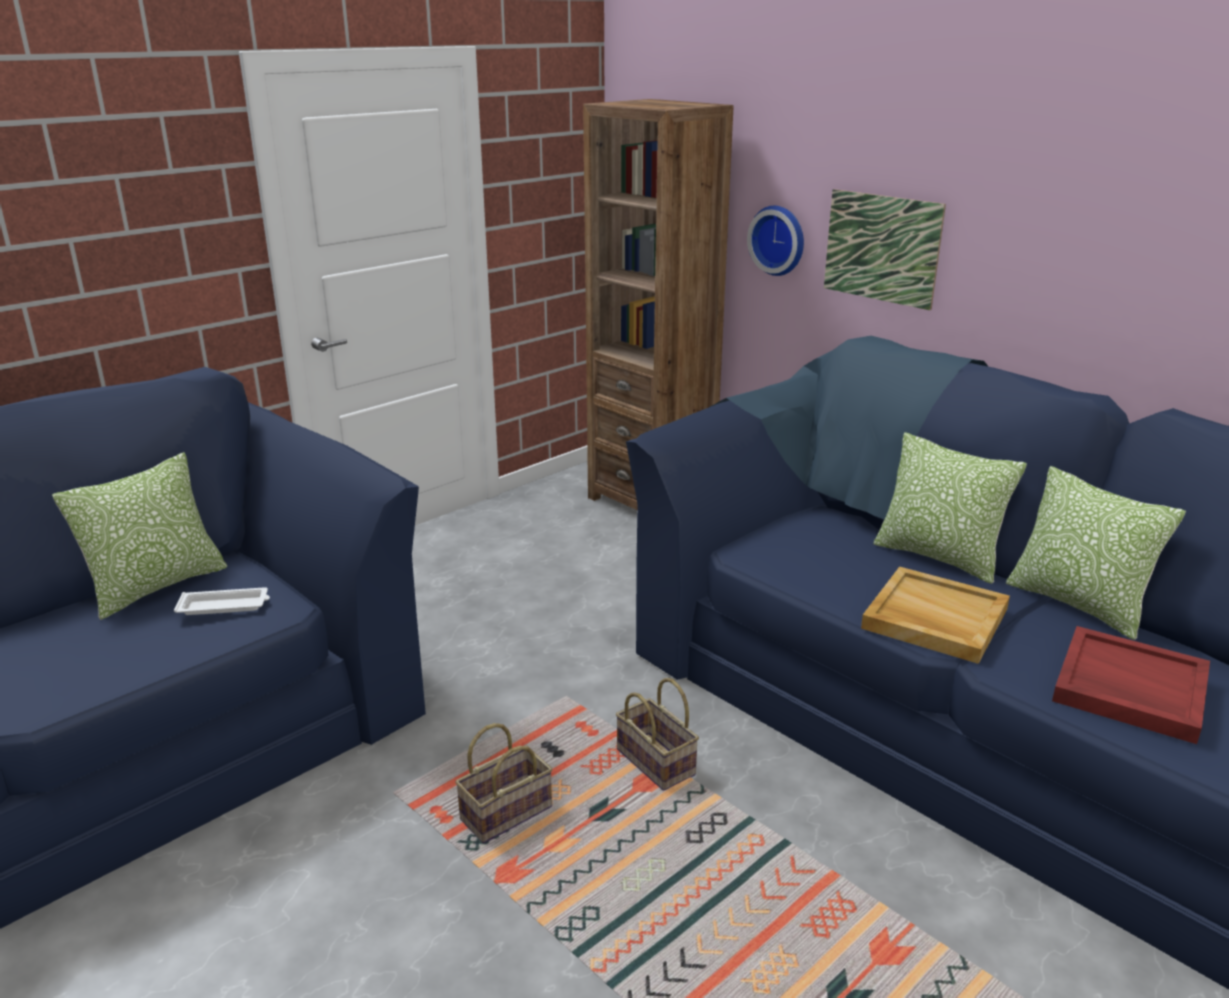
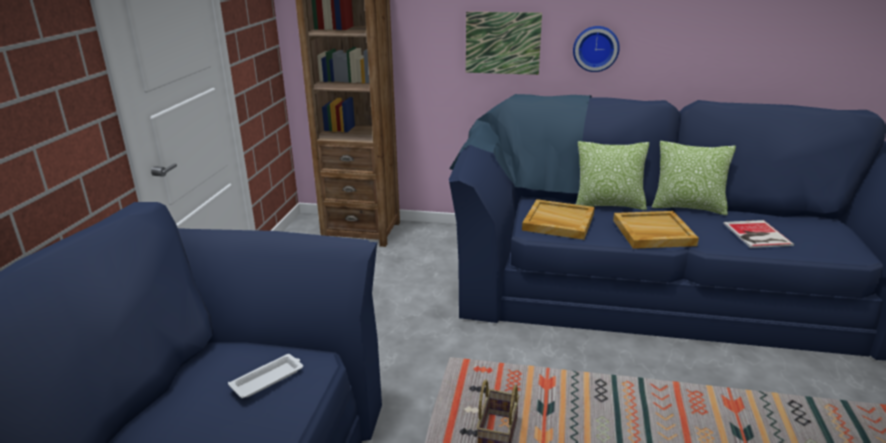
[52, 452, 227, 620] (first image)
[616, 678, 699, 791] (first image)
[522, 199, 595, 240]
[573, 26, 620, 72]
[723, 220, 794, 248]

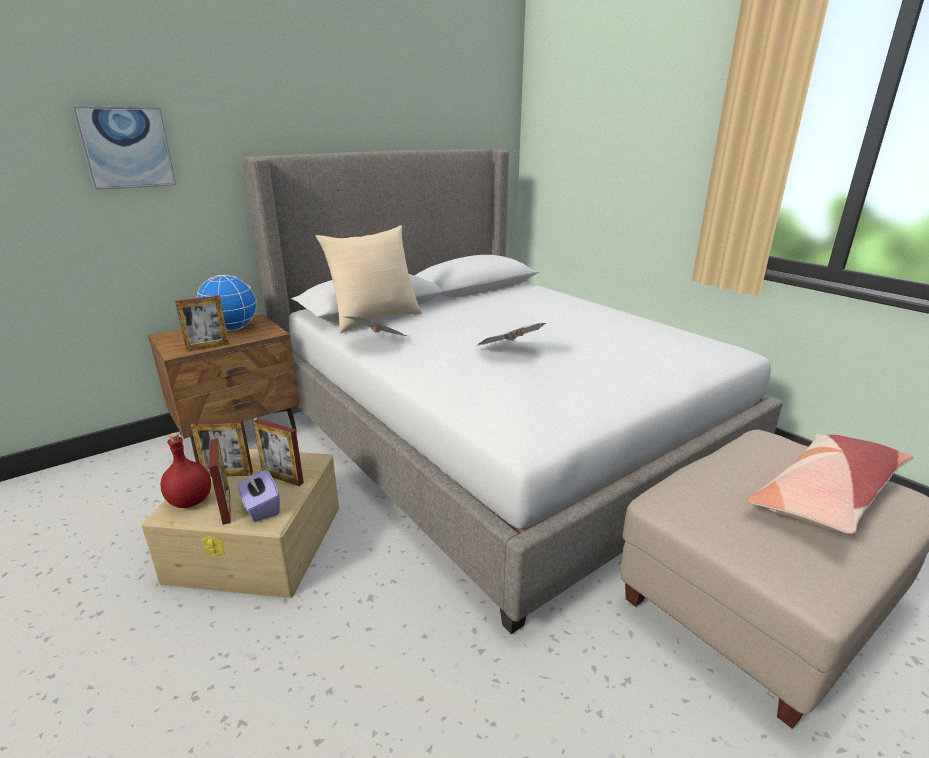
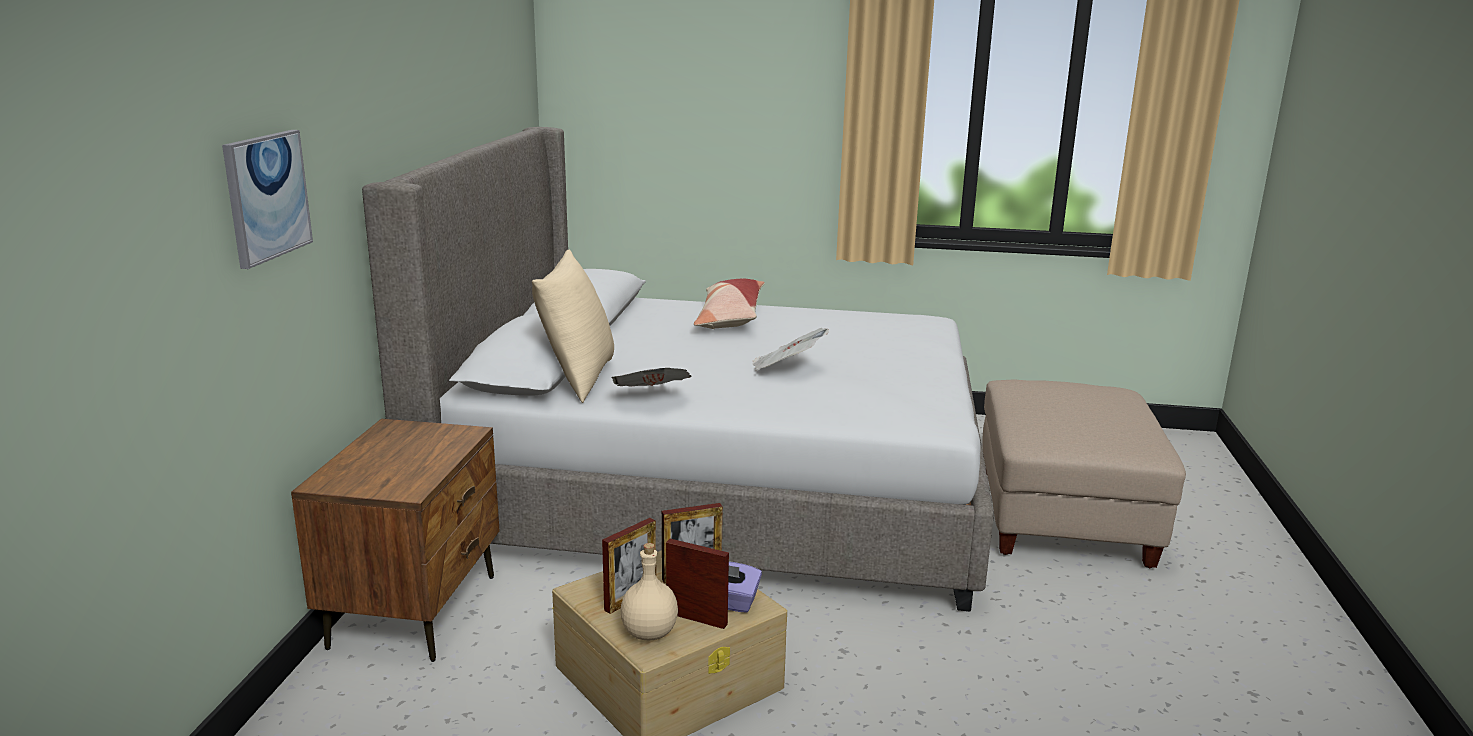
[175, 295, 229, 351] (first image)
[197, 274, 257, 331] (first image)
[694, 279, 765, 329]
[621, 543, 678, 640]

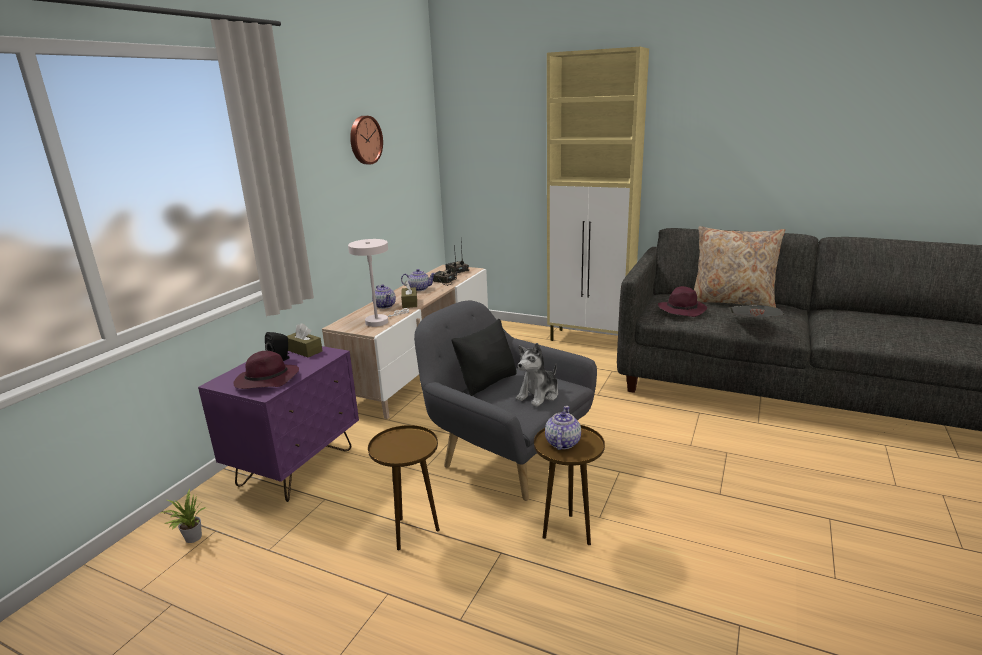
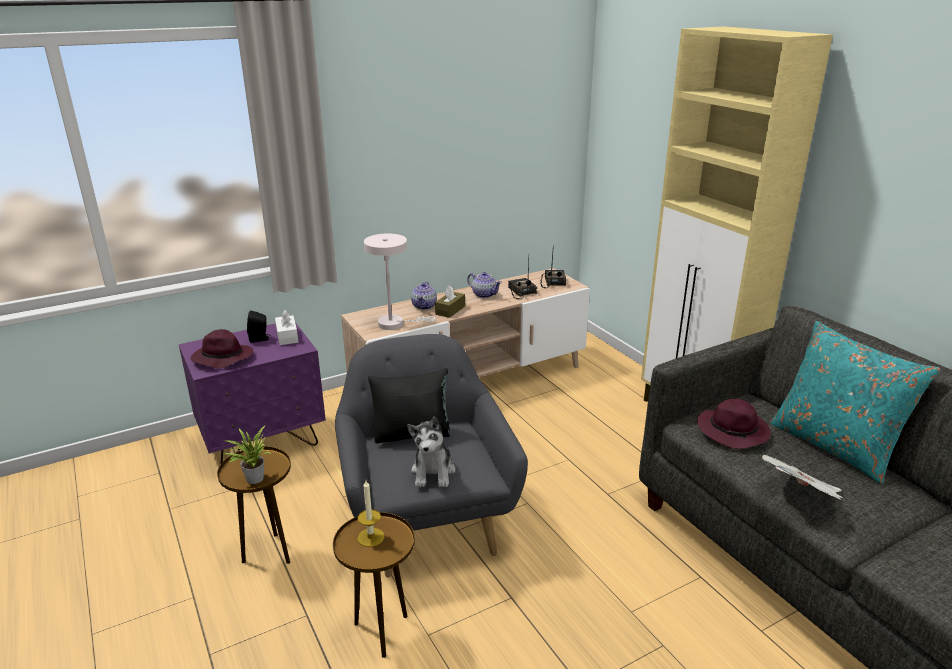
[350, 116, 383, 164] (first image)
[223, 426, 271, 484]
[358, 481, 384, 547]
[275, 310, 298, 345]
[770, 321, 941, 485]
[407, 416, 456, 487]

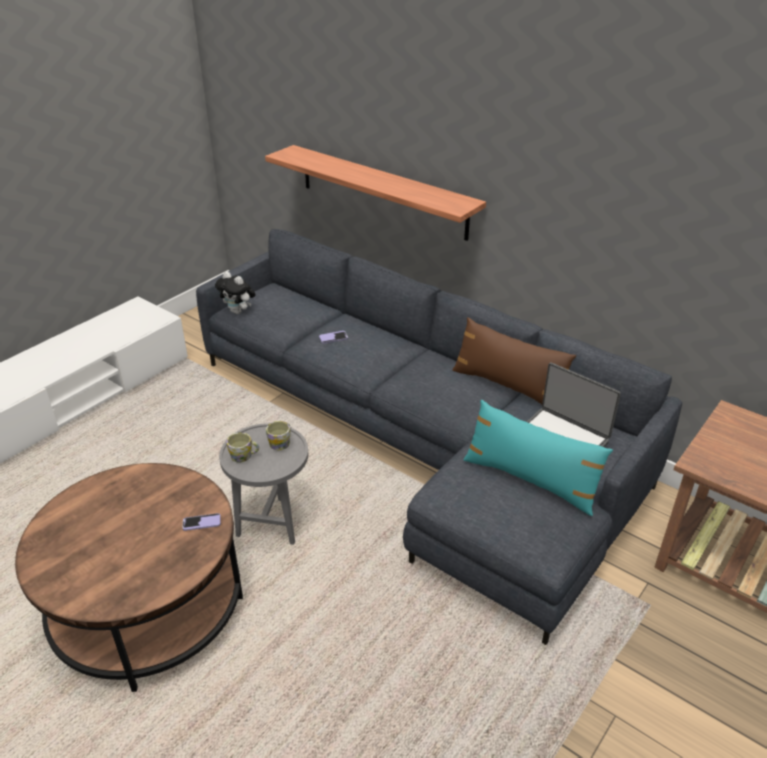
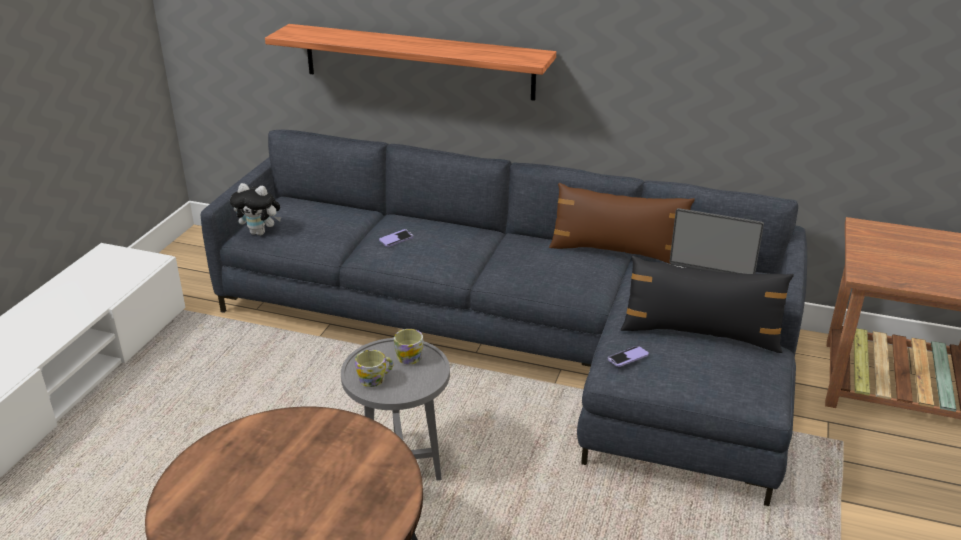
[608, 346, 649, 367]
[621, 256, 794, 353]

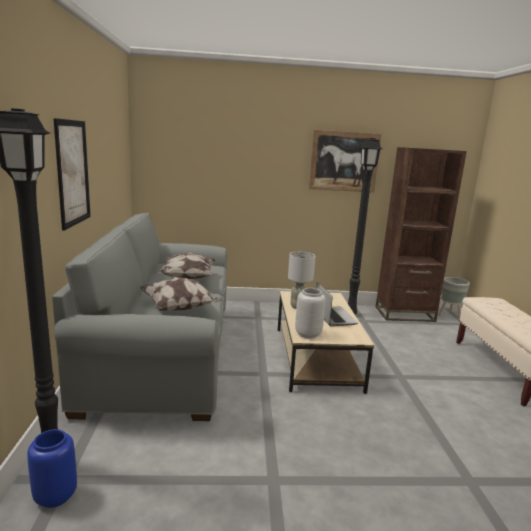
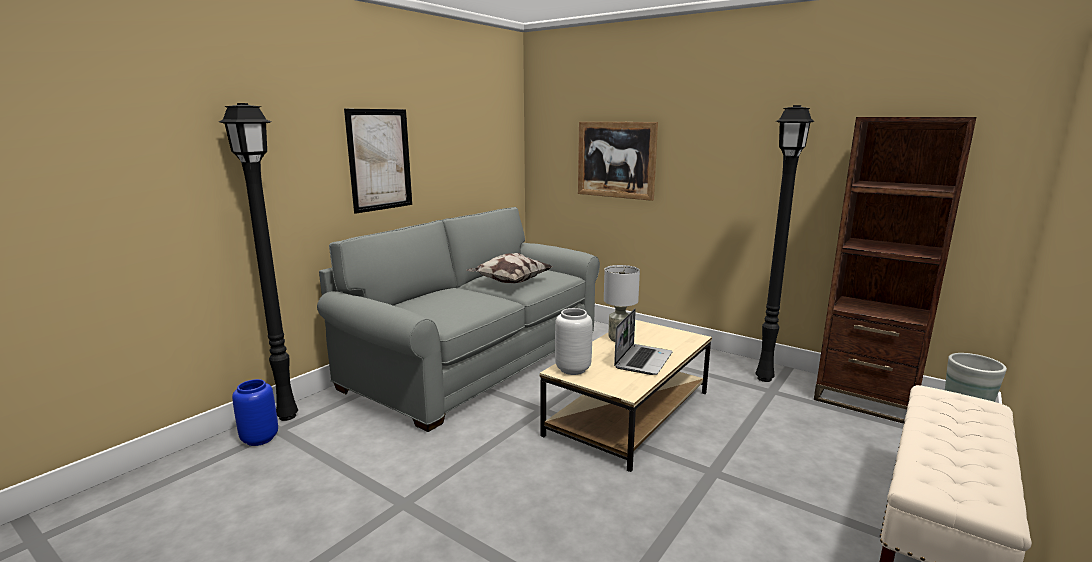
[140, 277, 223, 311] (first image)
[578, 122, 658, 201]

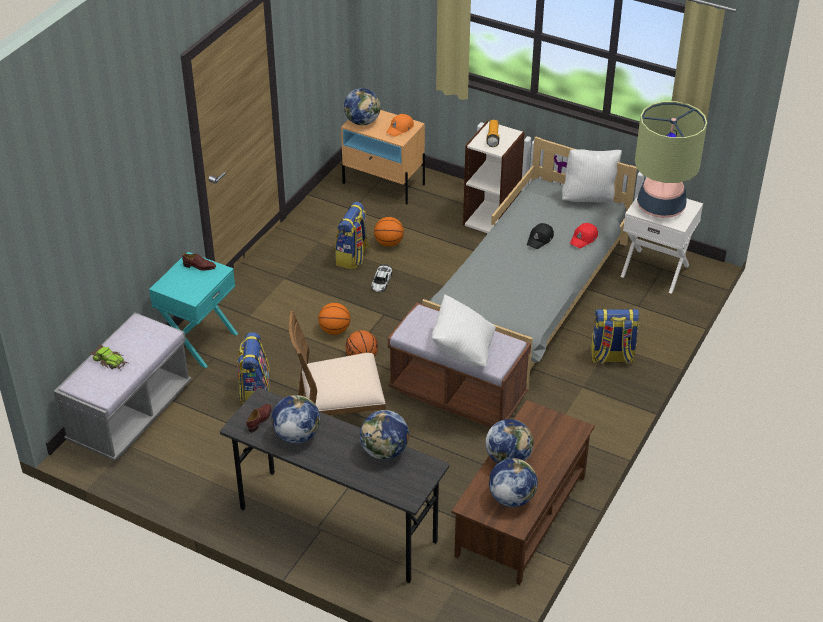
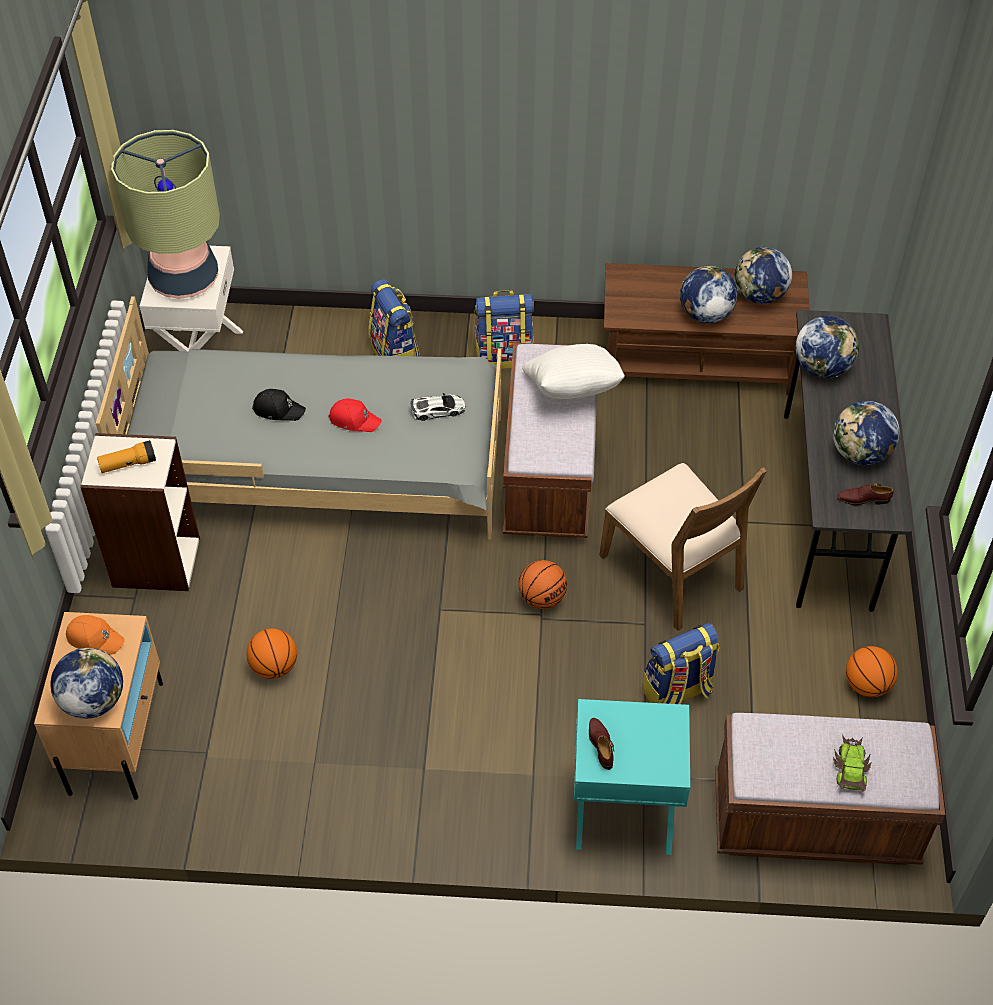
[562, 149, 622, 203] (first image)
[846, 646, 898, 697]
[475, 290, 534, 369]
[411, 393, 465, 421]
[328, 399, 382, 432]
[715, 713, 945, 865]

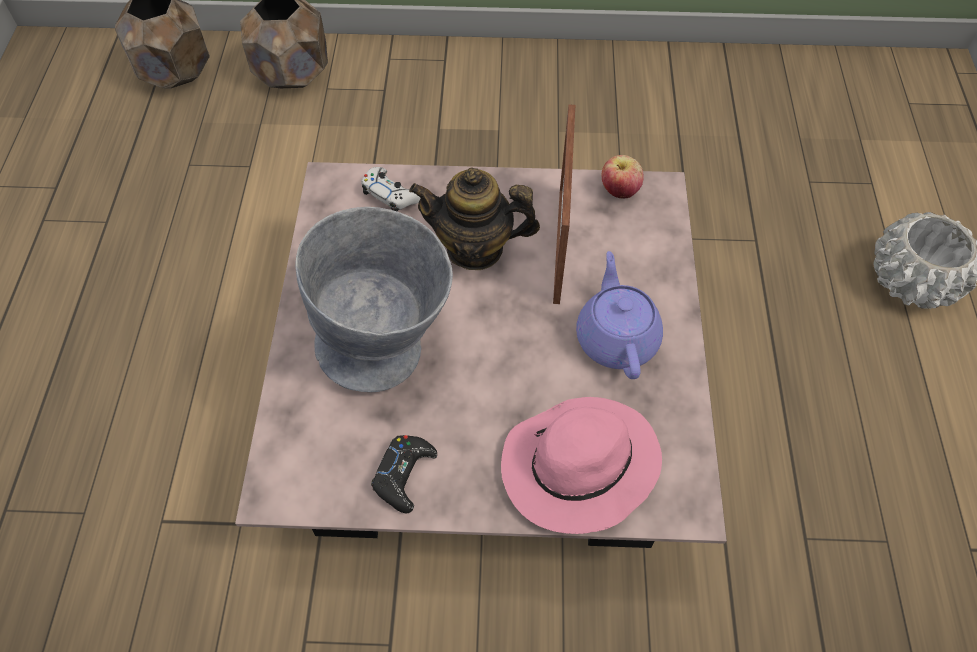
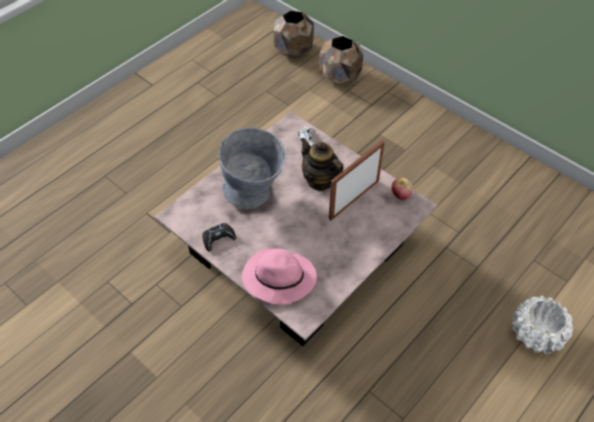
[576, 251, 663, 379] (first image)

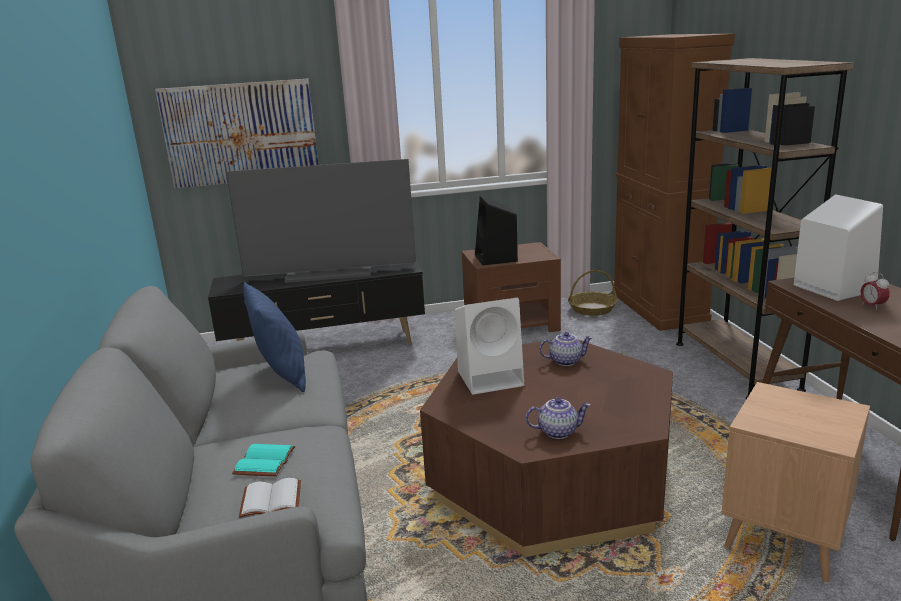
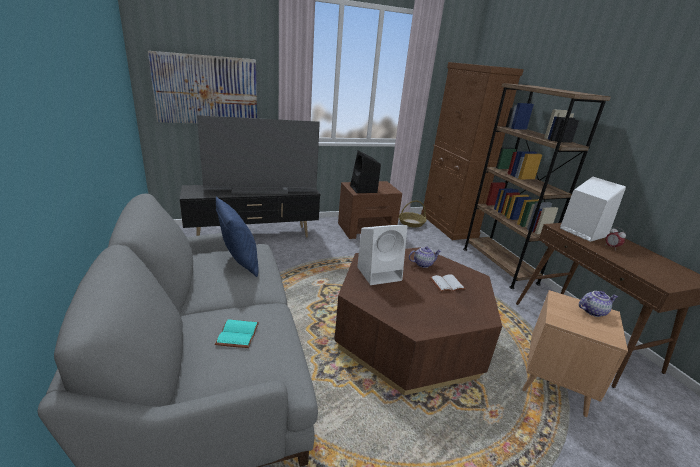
[430, 274, 466, 292]
[579, 291, 618, 317]

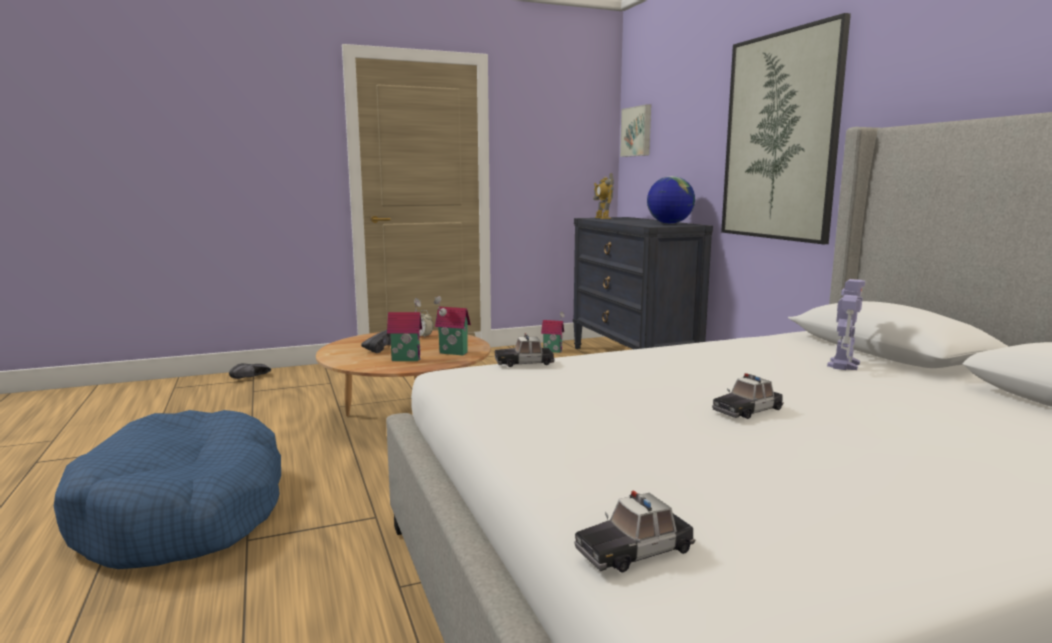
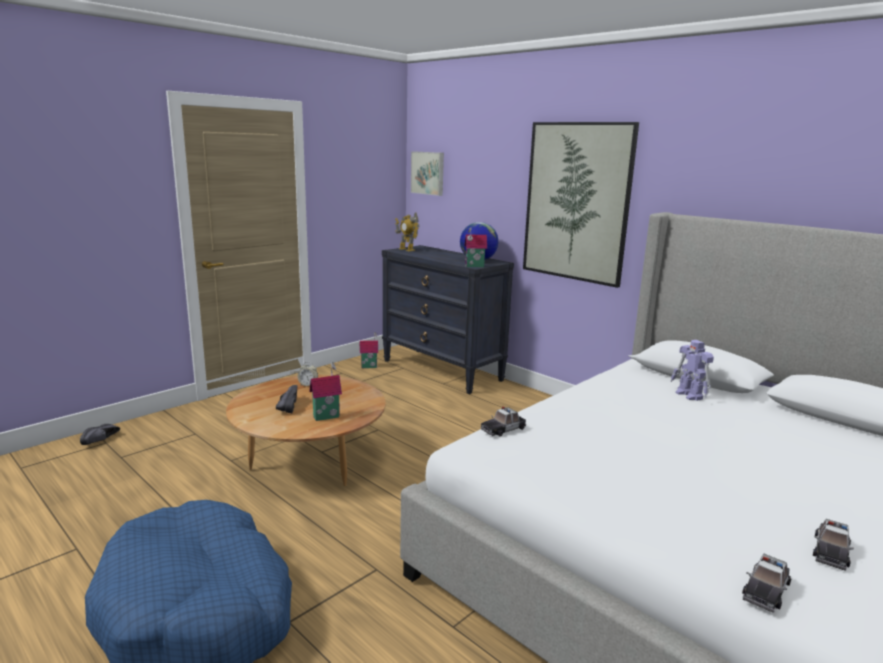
[464, 227, 487, 267]
[813, 519, 854, 571]
[670, 340, 714, 401]

